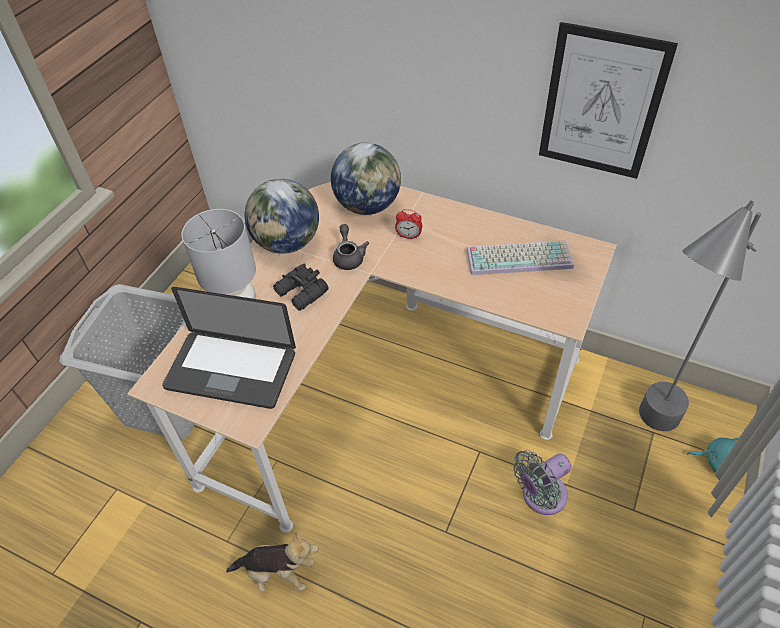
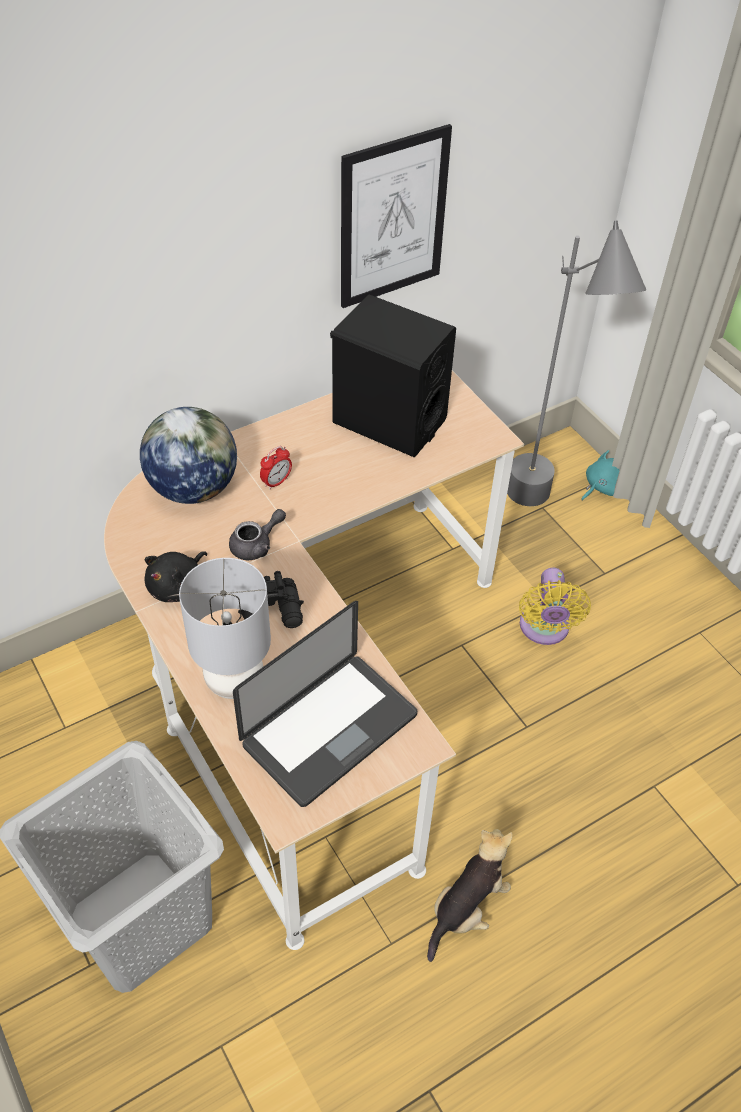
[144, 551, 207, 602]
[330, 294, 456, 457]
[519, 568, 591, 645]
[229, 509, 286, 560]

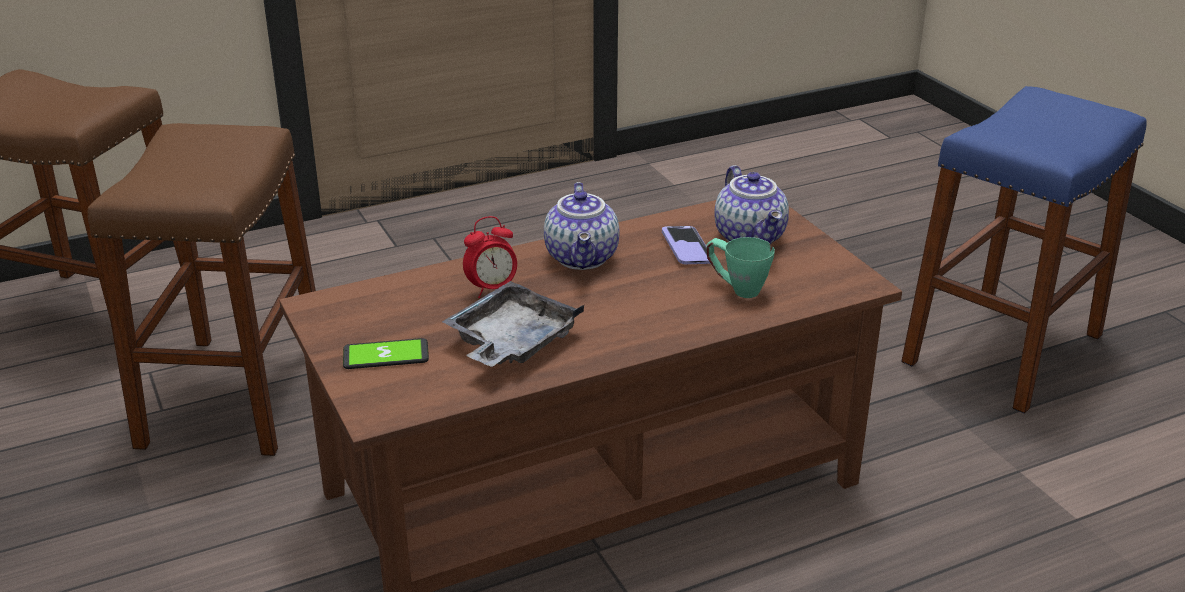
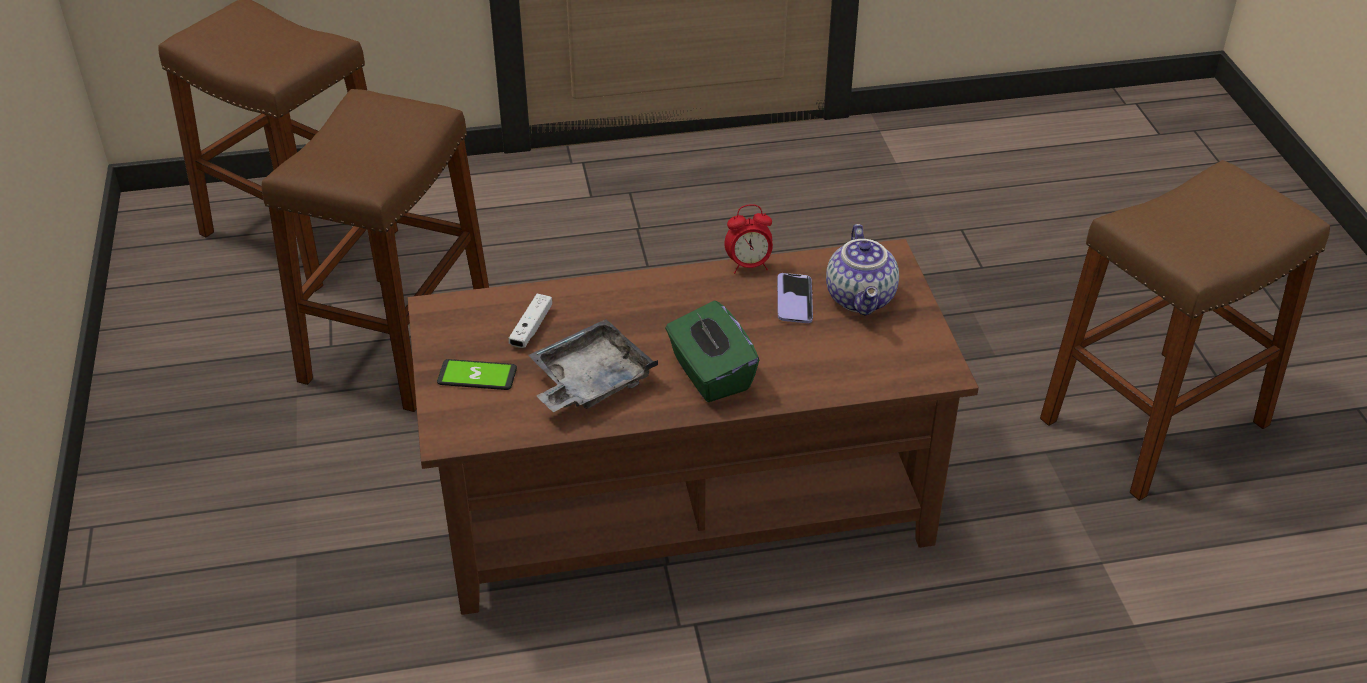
[544, 182, 619, 270] (first image)
[707, 237, 775, 298] (first image)
[509, 294, 552, 348]
[665, 301, 759, 402]
[724, 204, 773, 273]
[1040, 160, 1330, 501]

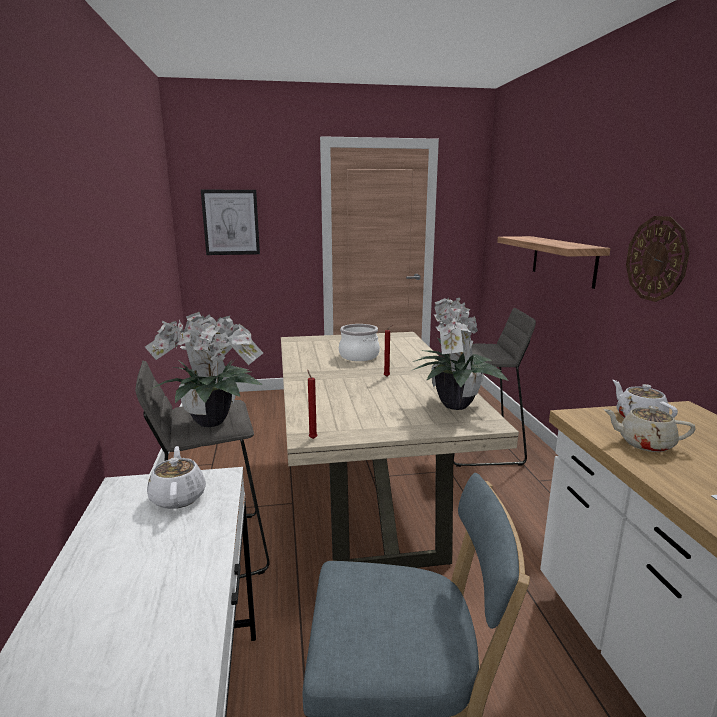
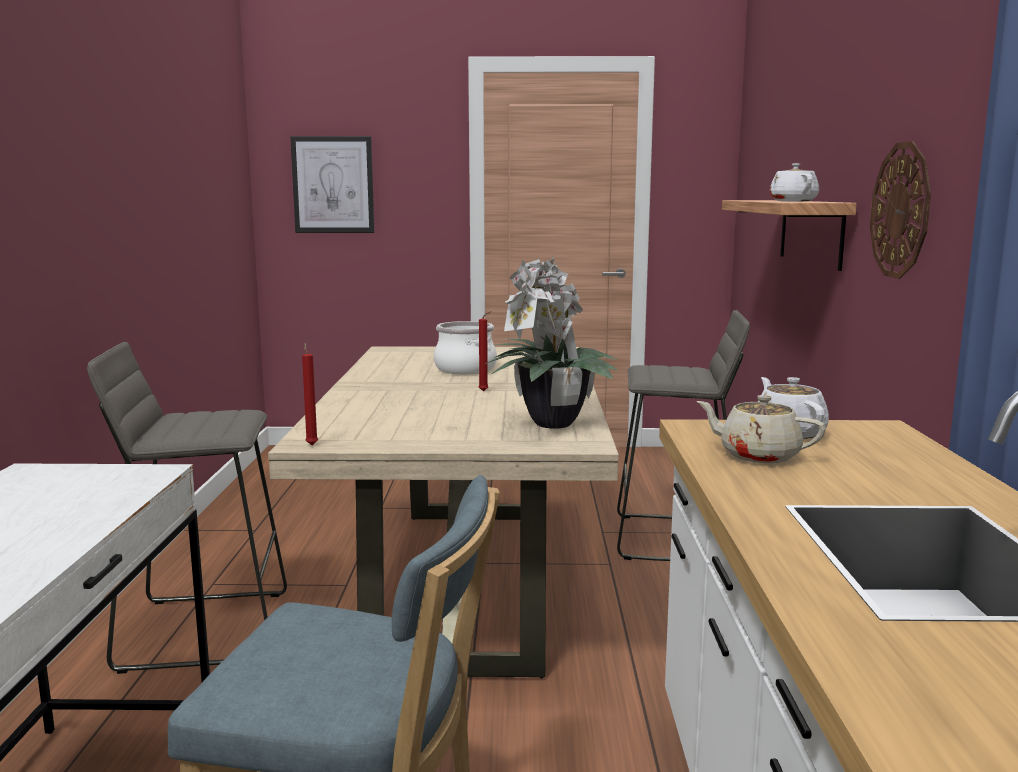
[145, 312, 263, 427] (first image)
[769, 163, 819, 201]

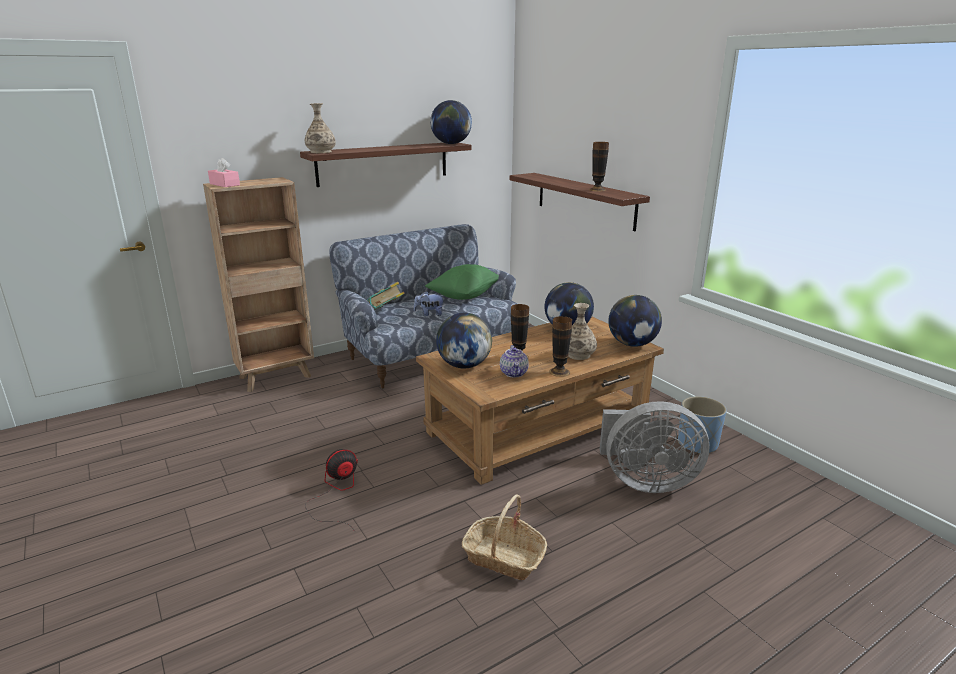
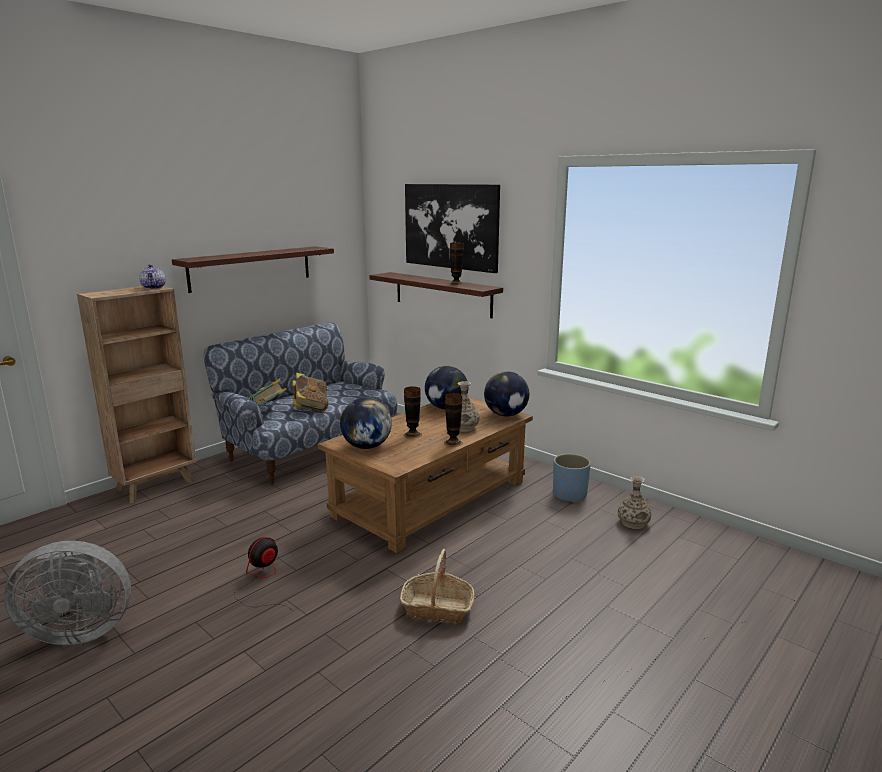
[208, 158, 240, 187] (first image)
[425, 264, 499, 300] (first image)
[430, 100, 472, 144] (first image)
[405, 184, 500, 273]
[618, 476, 651, 529]
[139, 264, 166, 289]
[4, 541, 131, 645]
[292, 373, 328, 412]

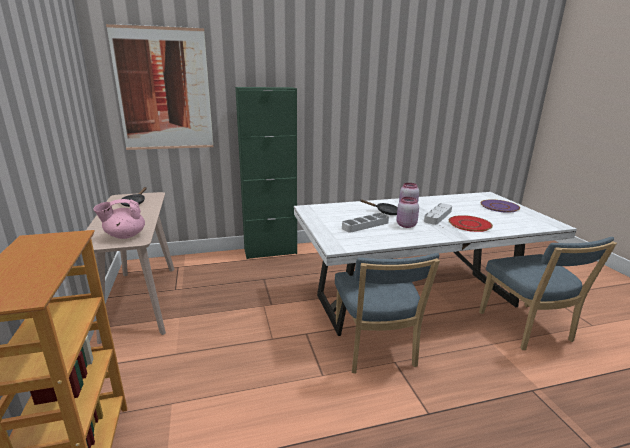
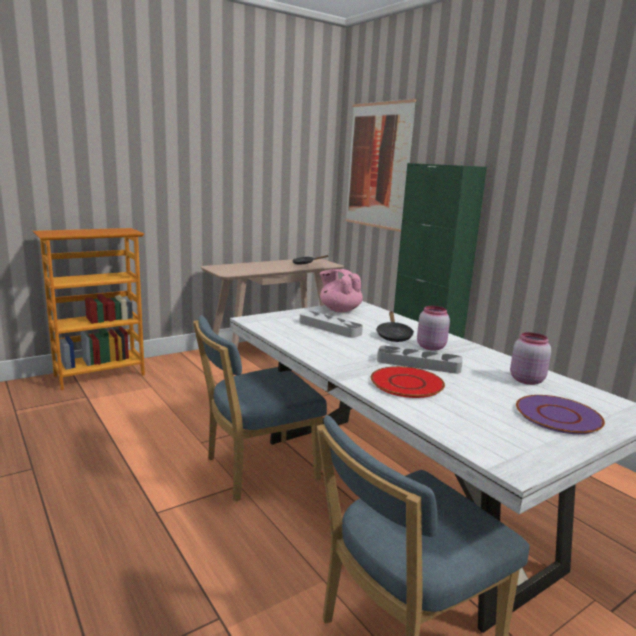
[320, 269, 363, 313]
[510, 332, 551, 385]

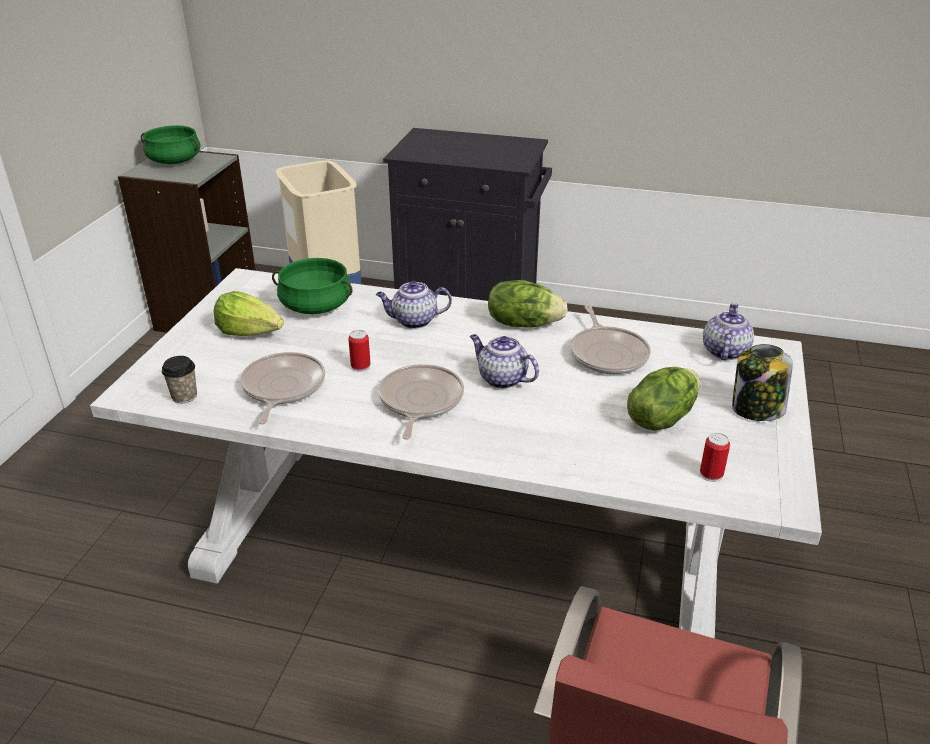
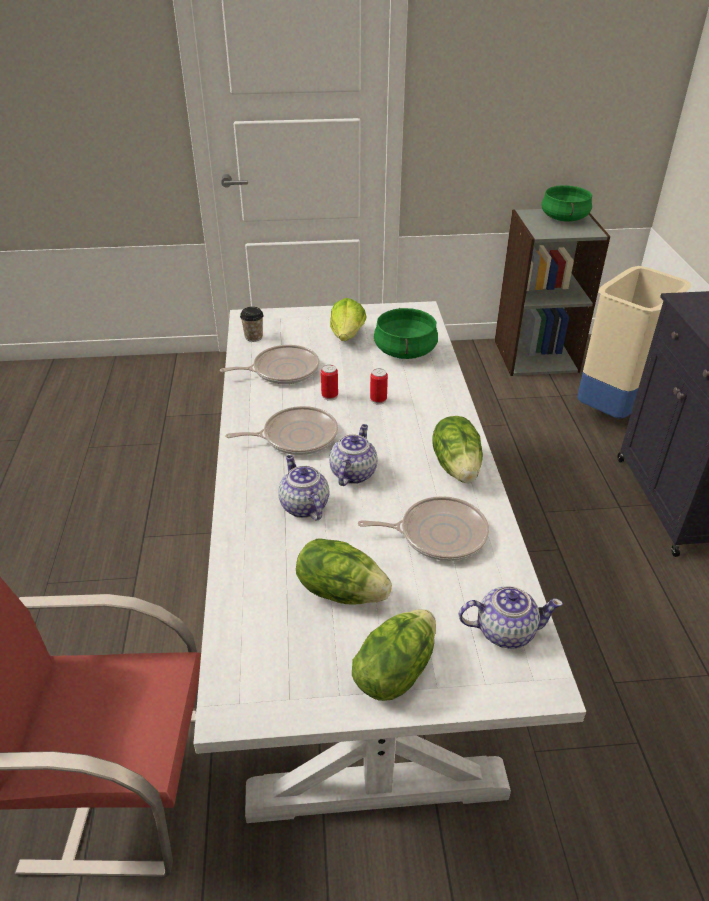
[278, 455, 329, 521]
[370, 368, 388, 405]
[352, 609, 436, 701]
[358, 496, 489, 561]

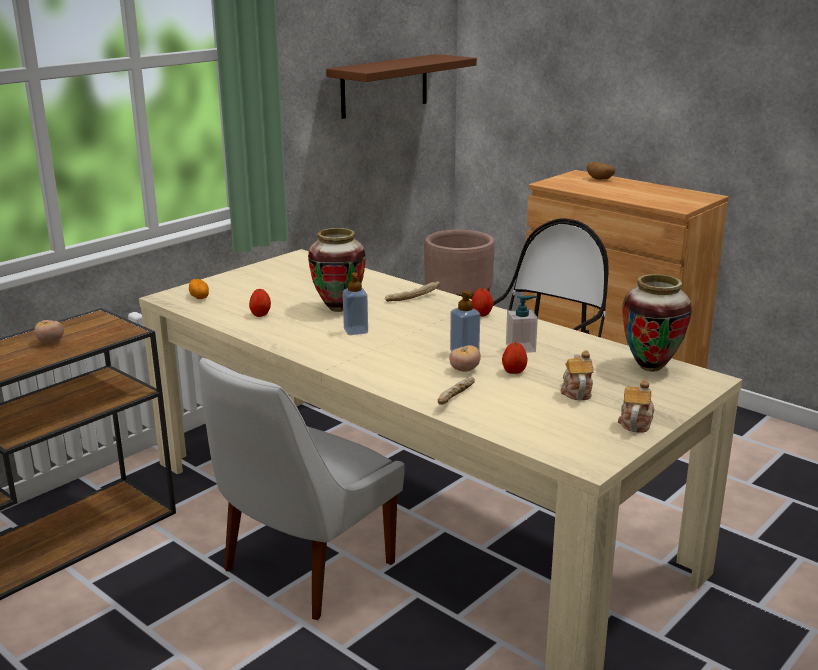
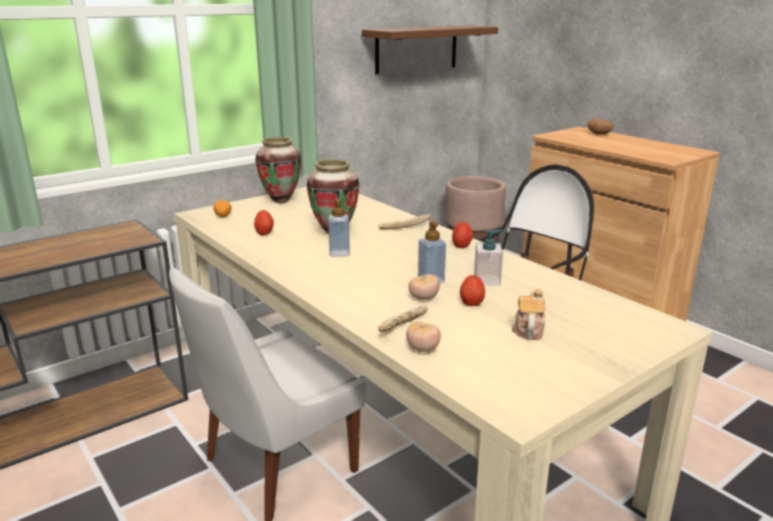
[618, 380, 654, 433] (first image)
[406, 322, 441, 352]
[255, 137, 301, 203]

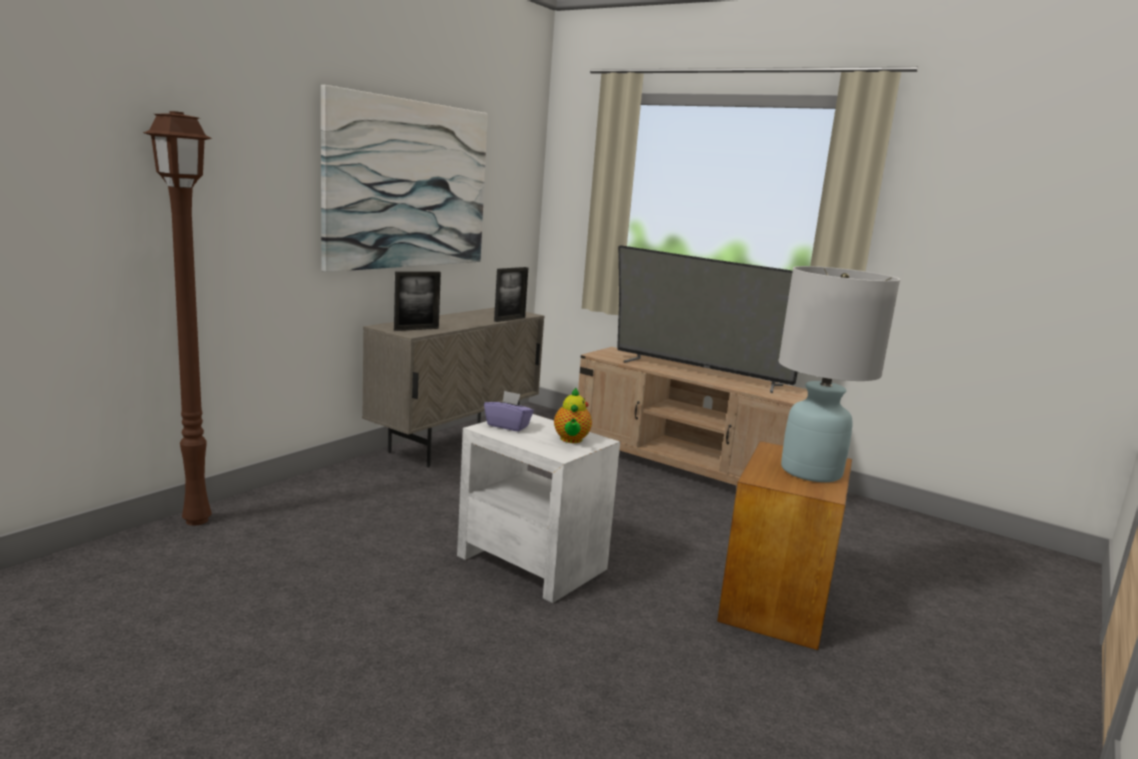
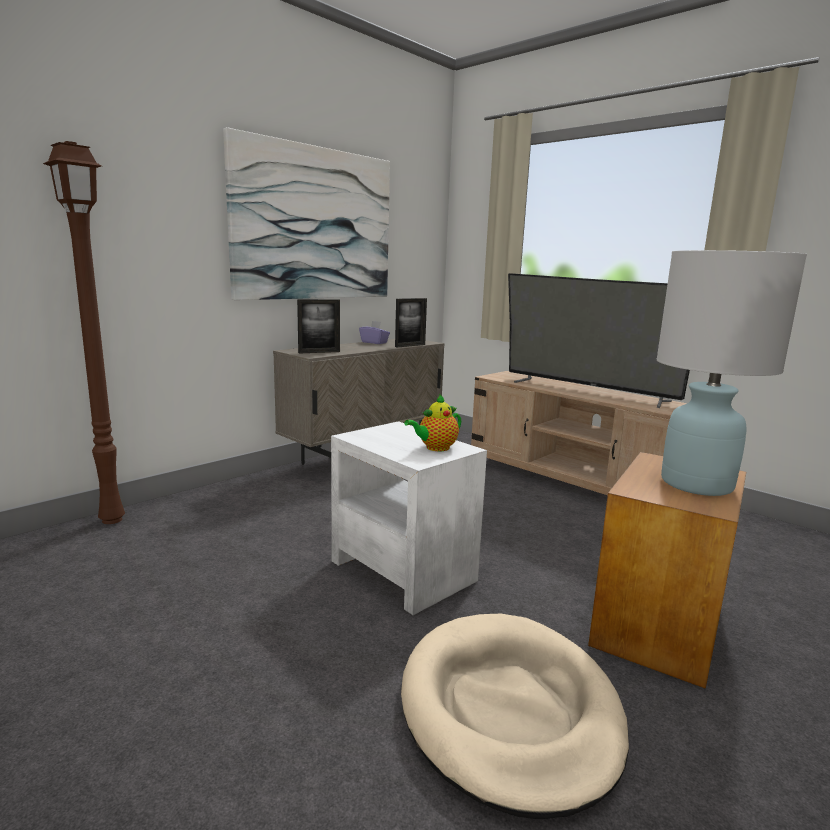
[401, 614, 629, 819]
[359, 321, 390, 344]
[404, 394, 461, 451]

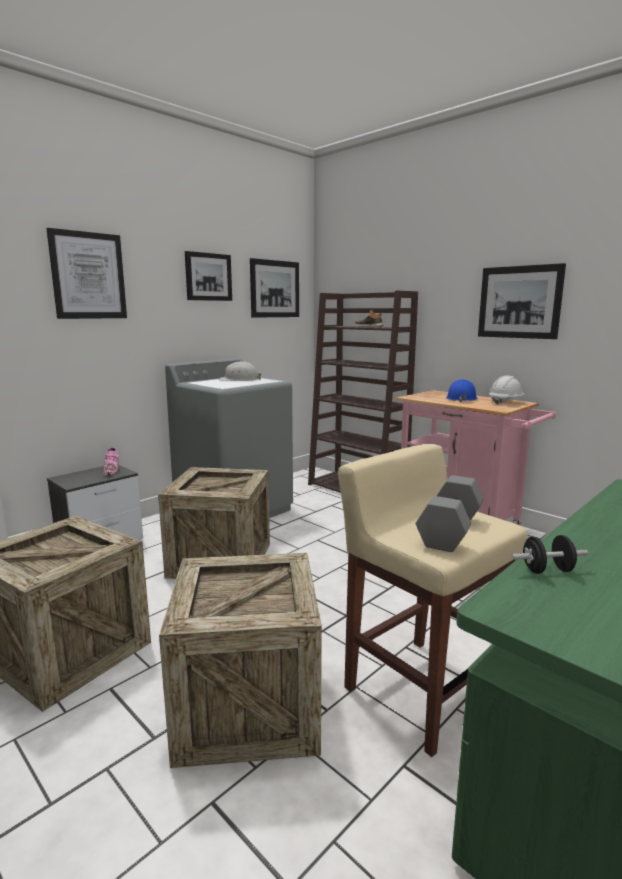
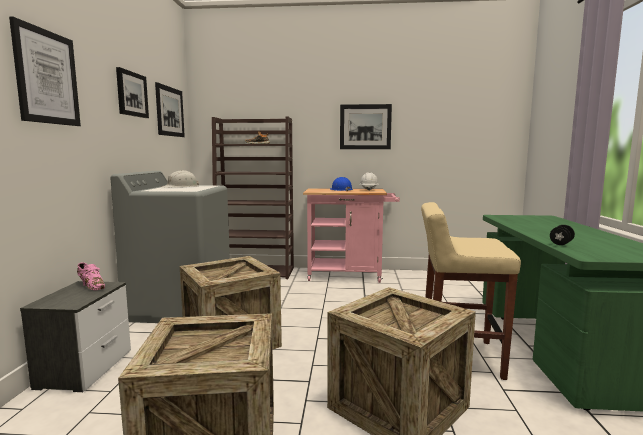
[416, 475, 484, 552] (first image)

